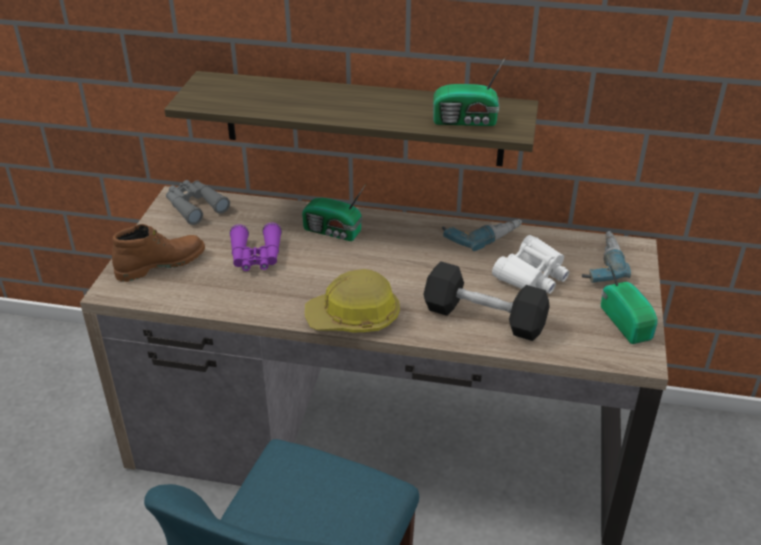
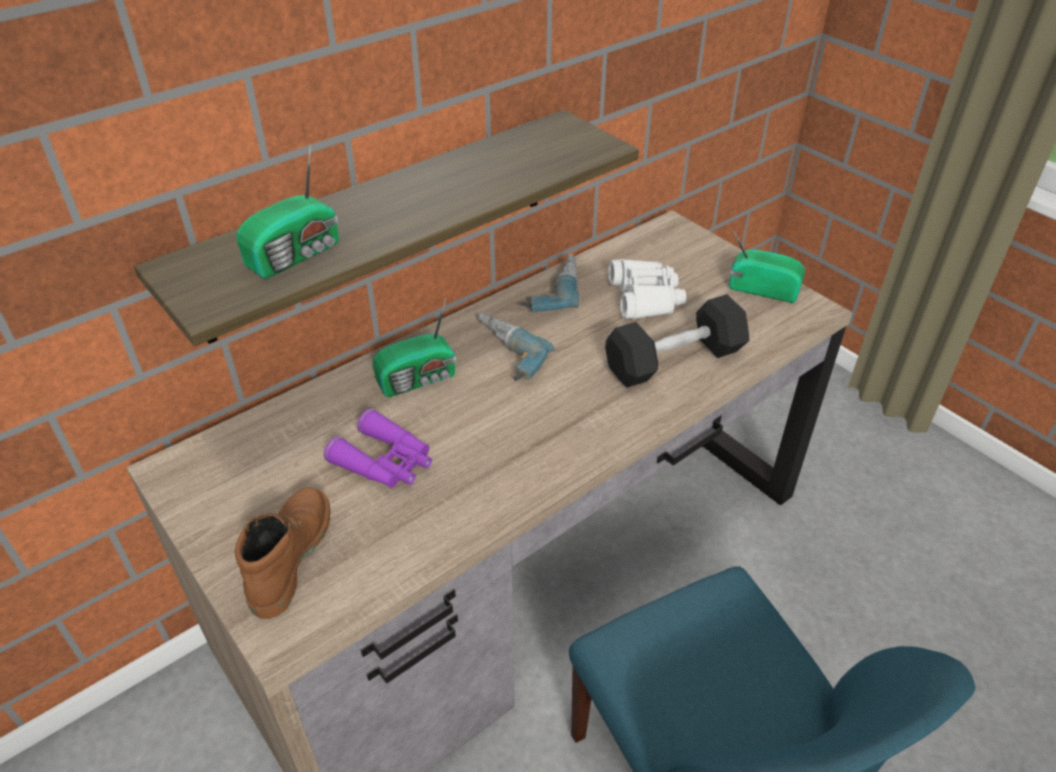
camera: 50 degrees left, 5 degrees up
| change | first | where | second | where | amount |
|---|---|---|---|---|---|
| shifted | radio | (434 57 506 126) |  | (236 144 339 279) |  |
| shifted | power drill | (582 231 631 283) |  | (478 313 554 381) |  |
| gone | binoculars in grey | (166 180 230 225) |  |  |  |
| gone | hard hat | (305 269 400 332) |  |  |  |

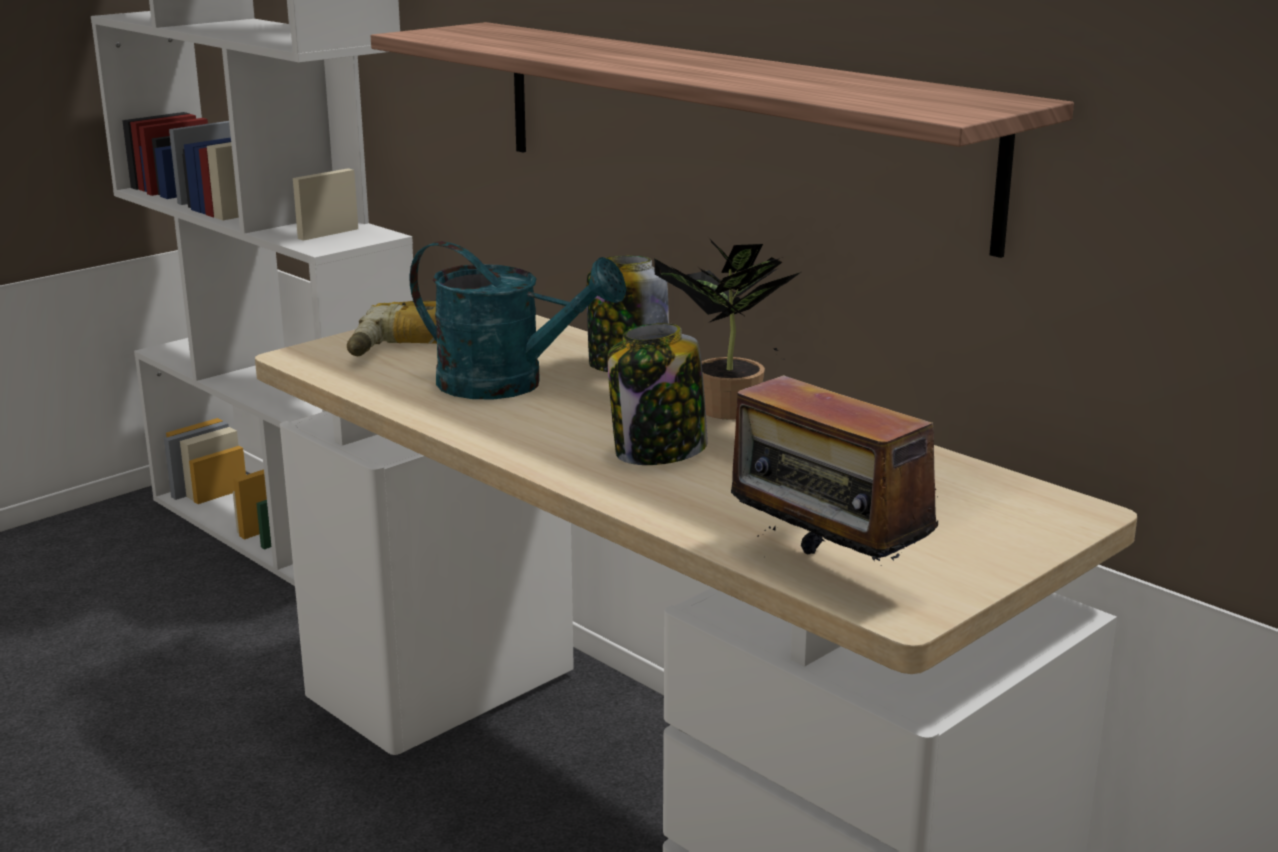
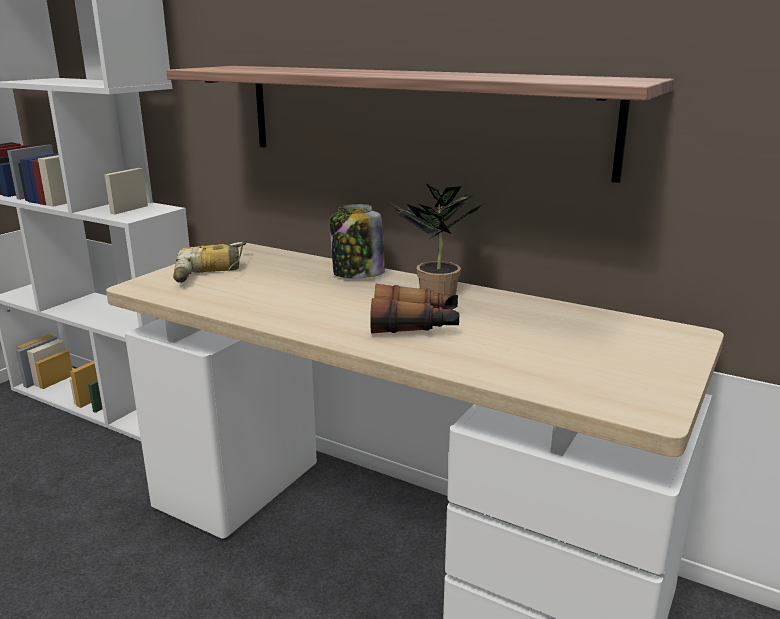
camera: 15 degrees left, 0 degrees up
| change | first | where | second | where | amount |
|---|---|---|---|---|---|
| swapped | jar | (607 323 708 465) | binoculars | (370 284 459 334) |  |
| gone | watering can in turquoise | (410 241 627 399) |  |  |  |
| gone | radio | (731 348 938 566) |  |  |  |

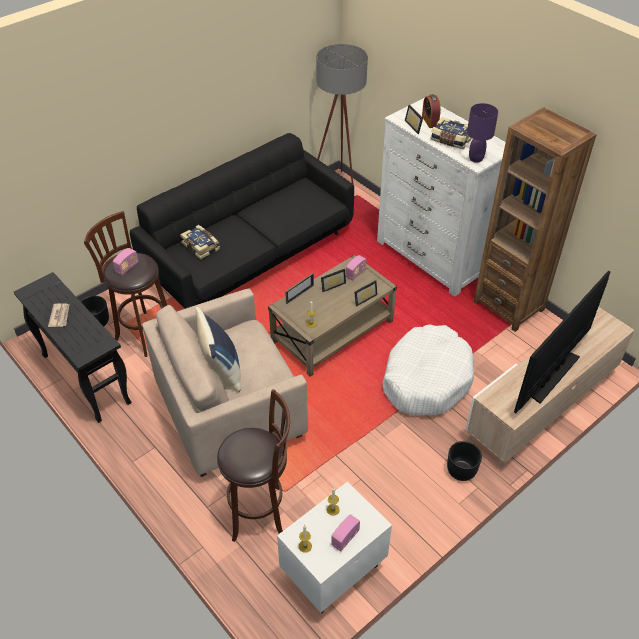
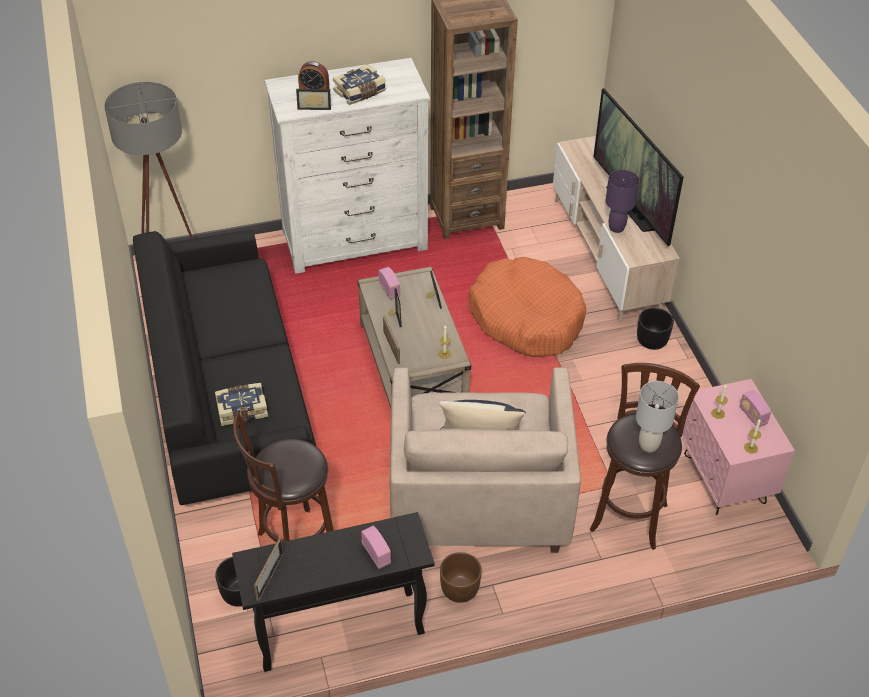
camera: 65 degrees left, 0 degrees up
| change | first | where | second | where | amount |
|---|---|---|---|---|---|
| new |  |  | picture frame | (254 538 284 601) |  |
| shifted | radio | (113 248 138 275) |  | (361 526 391 569) |  |
| new |  |  | planter in brown | (440 552 482 603) |  |
| repainted | dog bed in white | (382 325 474 415) | dog bed in orange | (469 257 586 357) |  |
| shifted | table lamp in purple | (467 103 498 163) |  | (605 170 640 233) |  |
| new |  |  | table lamp in grey | (636 381 679 452) |  |
| repainted | nightstand in white | (277 481 392 613) | nightstand in pink | (681 379 795 515) |  |
| gone | newspaper | (48 303 69 327) |  |  |  |

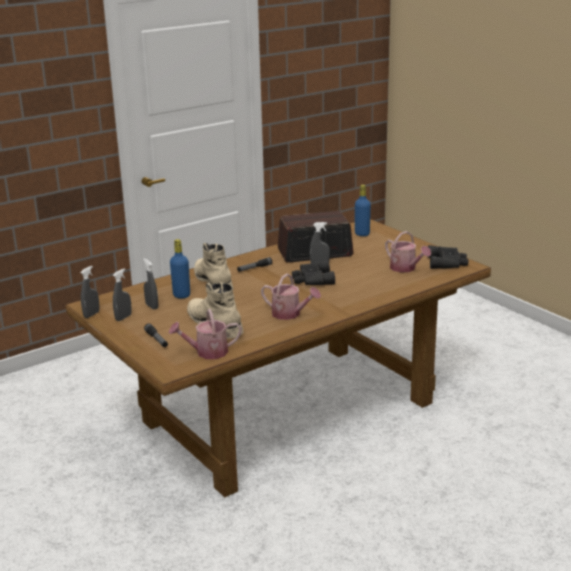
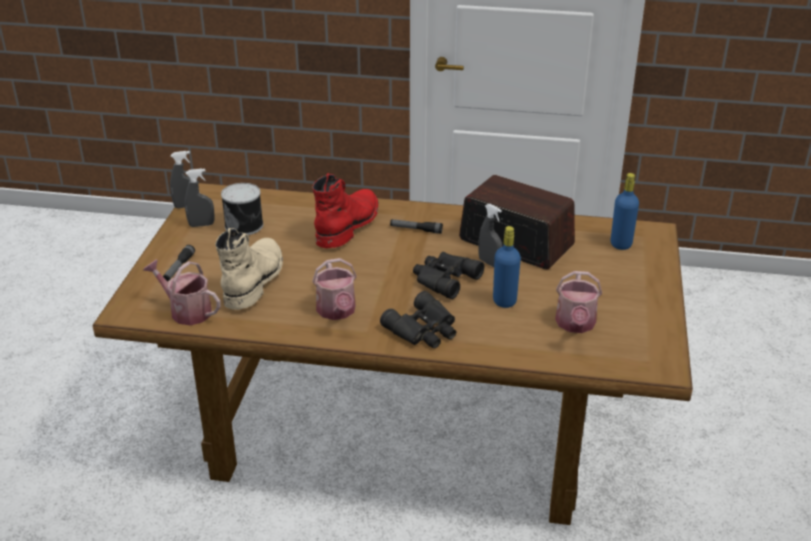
camera: 45 degrees right, 10 degrees up
| change | first | where | second | where | amount |
|---|---|---|---|---|---|
| swapped | spray bottle in grey | (143 258 158 310) | can | (221 183 263 235) |  |
| repainted | boot in beige | (194 243 233 287) | boot in red | (312 173 378 248) |  |
| shifted | binoculars in black | (428 245 468 269) |  | (380 291 456 348) |  |
| shifted | bottle in blue | (170 239 190 298) |  | (493 226 521 308) |  |

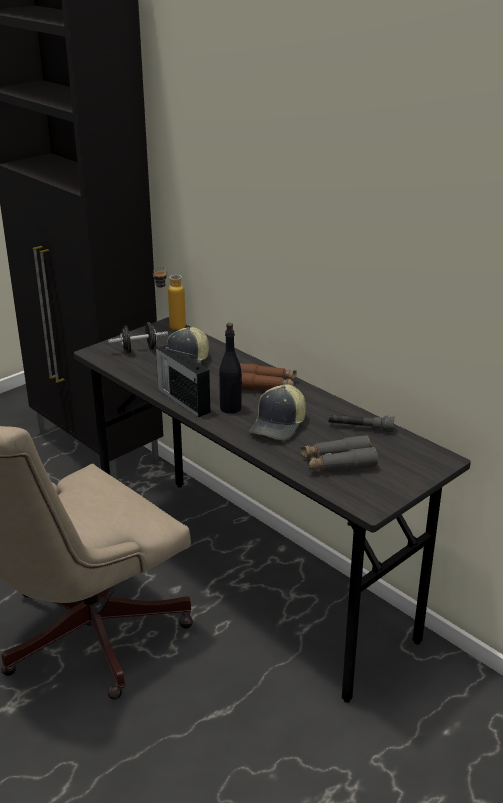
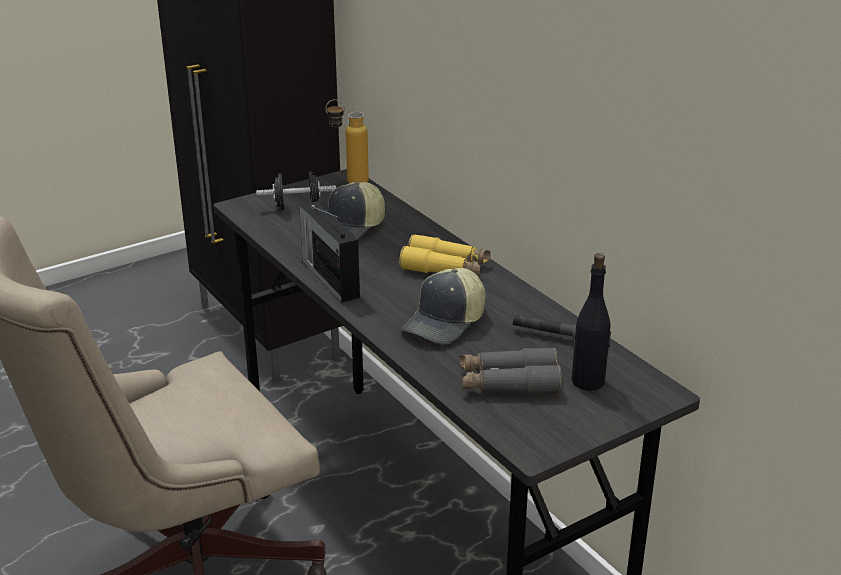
camera: 10 degrees right, 0 degrees up
| change | first | where | second | where | amount |
|---|---|---|---|---|---|
| repainted | binoculars in brown | (240 363 297 390) | binoculars in yellow | (399 234 491 276) |  |
| shifted | bottle in black | (219 323 242 414) |  | (572 253 611 391) |  |

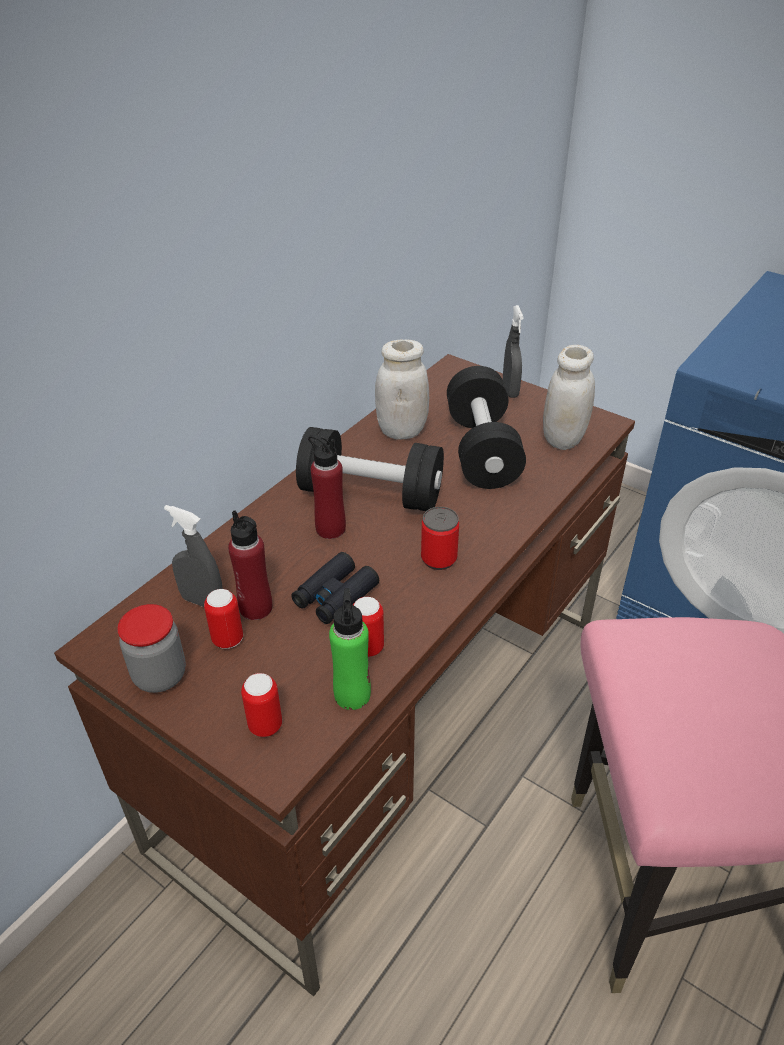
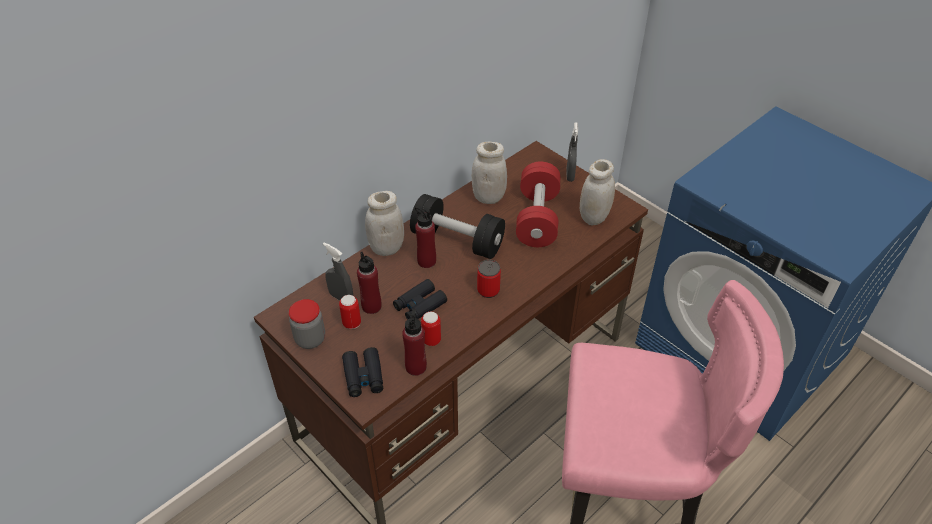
camera: 10 degrees right, 5 degrees up
| change | first | where | second | where | amount |
|---|---|---|---|---|---|
| swapped | can | (241 673 282 737) | binoculars in black | (342 347 383 397) |  |
| new |  |  | jar in white | (365 191 404 256) |  |
| repainted | bottle in green | (329 588 371 710) | bottle in red | (402 309 427 376) |  |
| repainted | dumbbell in black | (447 366 526 489) | dumbbell in red | (516 162 560 247) |  |

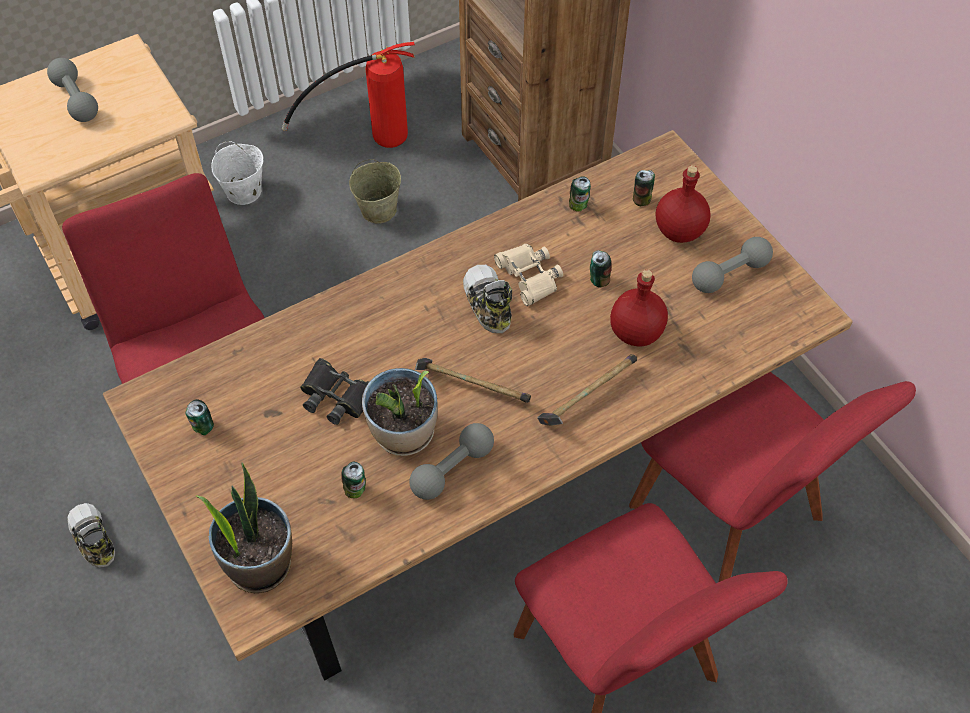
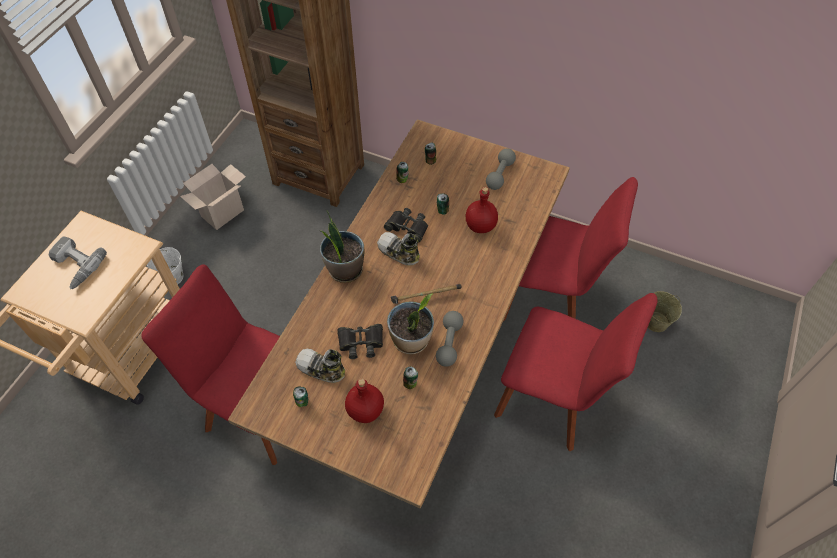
camera: 35 degrees left, 0 degrees up
| change | first | where | second | where | amount |
|---|---|---|---|---|---|
| swapped | dumbbell in grey | (47 58 98 122) | power drill | (49 236 107 289) |  |
| swapped | fire extinguisher | (282 42 415 148) | cardboard box | (180 164 246 230) |  |
| shifted | shoe | (67 503 115 568) |  | (295 349 345 383) |  |
| shifted | potted plant | (196 463 292 593) |  | (320 210 364 283) |  |
| shifted | bottle in red | (656 165 711 243) |  | (345 378 384 423) |  |
| repainted | binoculars in beige | (494 244 563 306) | binoculars in black | (384 208 428 243) |  |
| shifted | bucket in beige | (349 159 401 224) |  | (648 291 682 332) |  |
| gone | hammer | (537 354 637 426) |  |  |  |

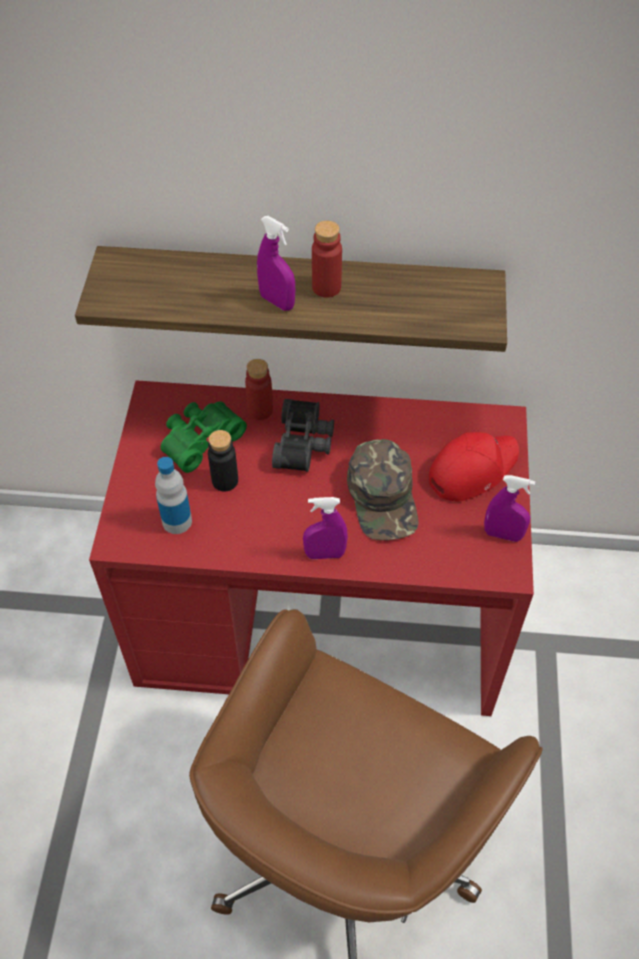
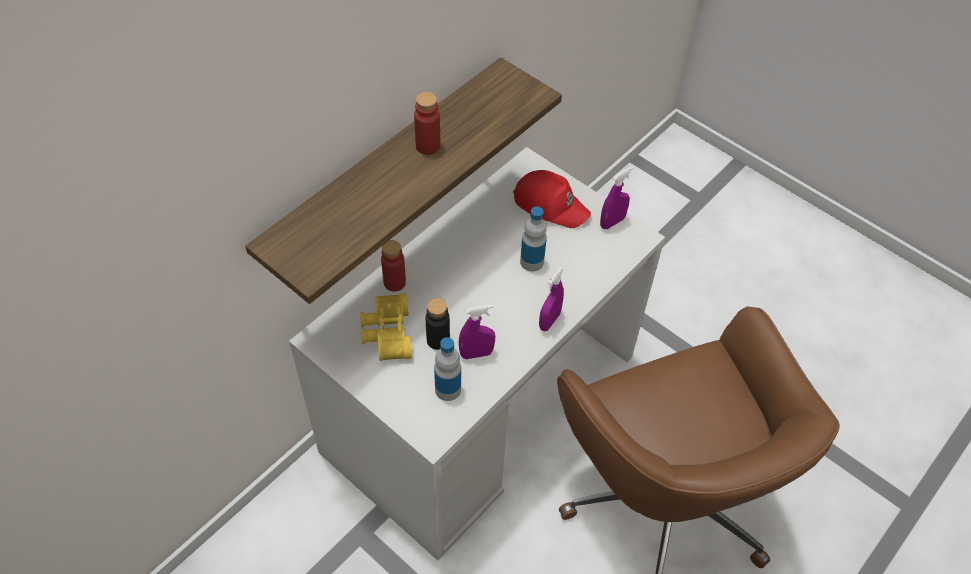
camera: 55 degrees left, 0 degrees up
| change | first | where | second | where | amount |
|---|---|---|---|---|---|
| repainted | desk in red | (89 380 534 716) | desk in white | (289 147 665 561) |  |
| repainted | binoculars in green | (161 401 247 473) | binoculars in yellow | (360 294 412 361) |  |
| shifted | spray bottle in purple | (257 216 295 311) |  | (459 304 495 359) |  |
| rotated | cap in red | (429 432 519 501) |  | (513 170 591 228) | 120 degrees clockwise |
| swapped | cap in green | (347 439 419 540) | bottle | (520 206 547 271) |  |
| gone | binoculars in black | (272 399 334 472) |  |  |  |

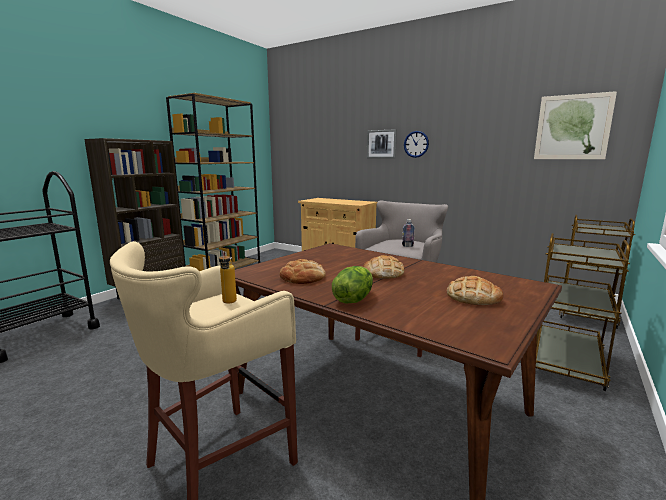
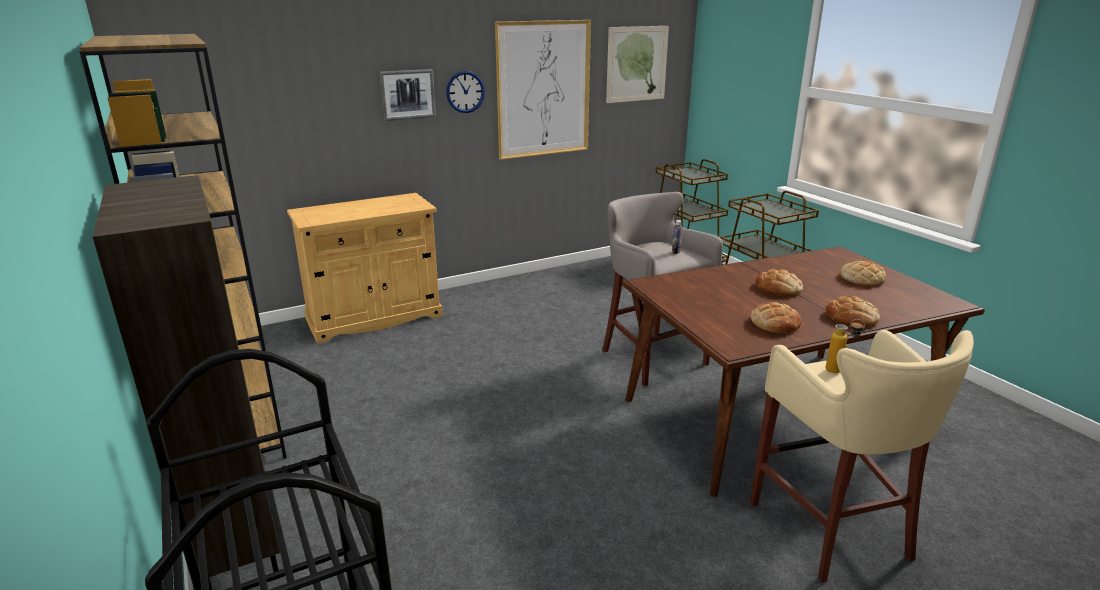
camera: 60 degrees left, 10 degrees up
| change | first | where | second | where | amount |
|---|---|---|---|---|---|
| new |  |  | picture | (495 20 591 160) |  |
| swapped | lettuce | (332 266 373 304) | bread | (825 296 880 327) |  |

